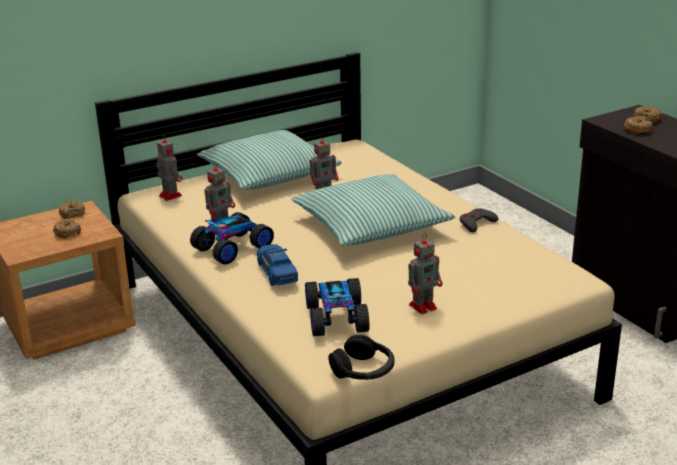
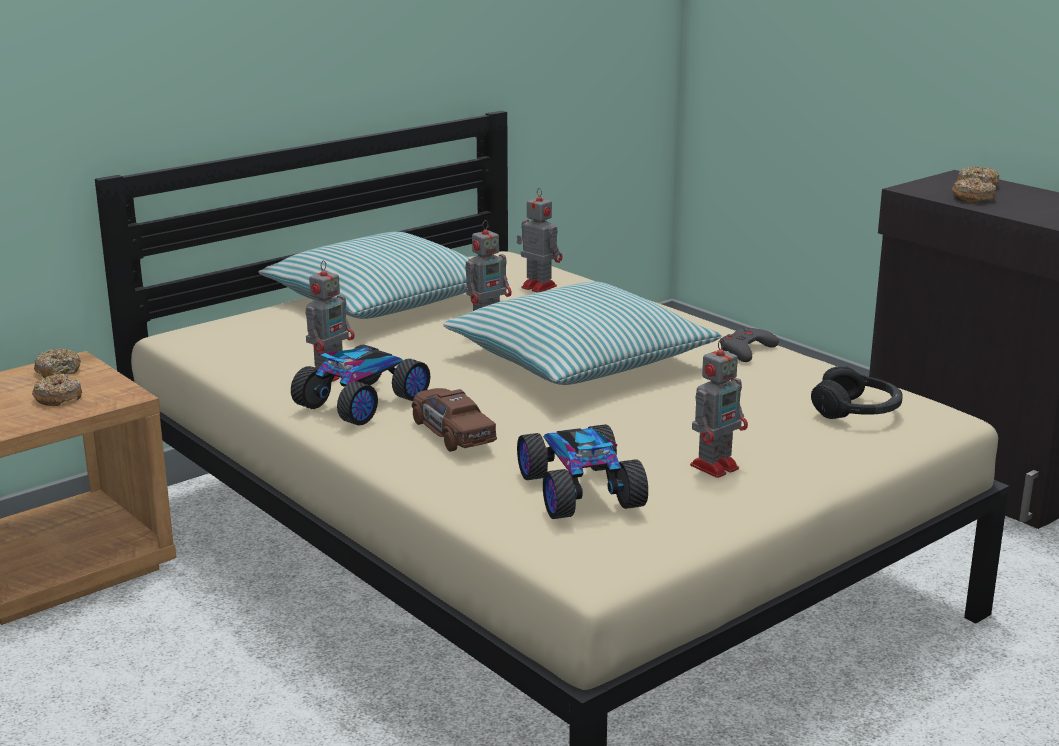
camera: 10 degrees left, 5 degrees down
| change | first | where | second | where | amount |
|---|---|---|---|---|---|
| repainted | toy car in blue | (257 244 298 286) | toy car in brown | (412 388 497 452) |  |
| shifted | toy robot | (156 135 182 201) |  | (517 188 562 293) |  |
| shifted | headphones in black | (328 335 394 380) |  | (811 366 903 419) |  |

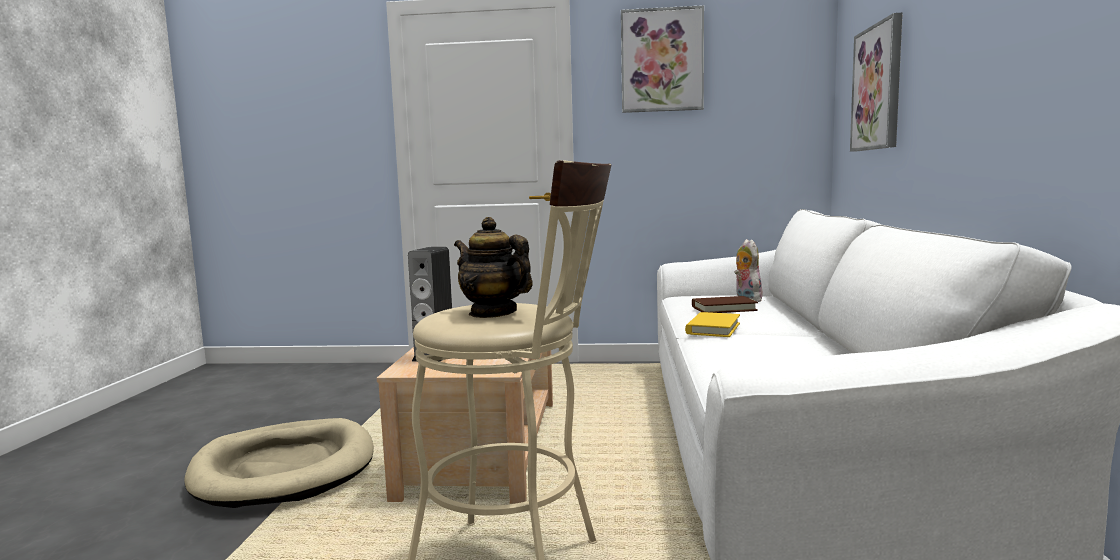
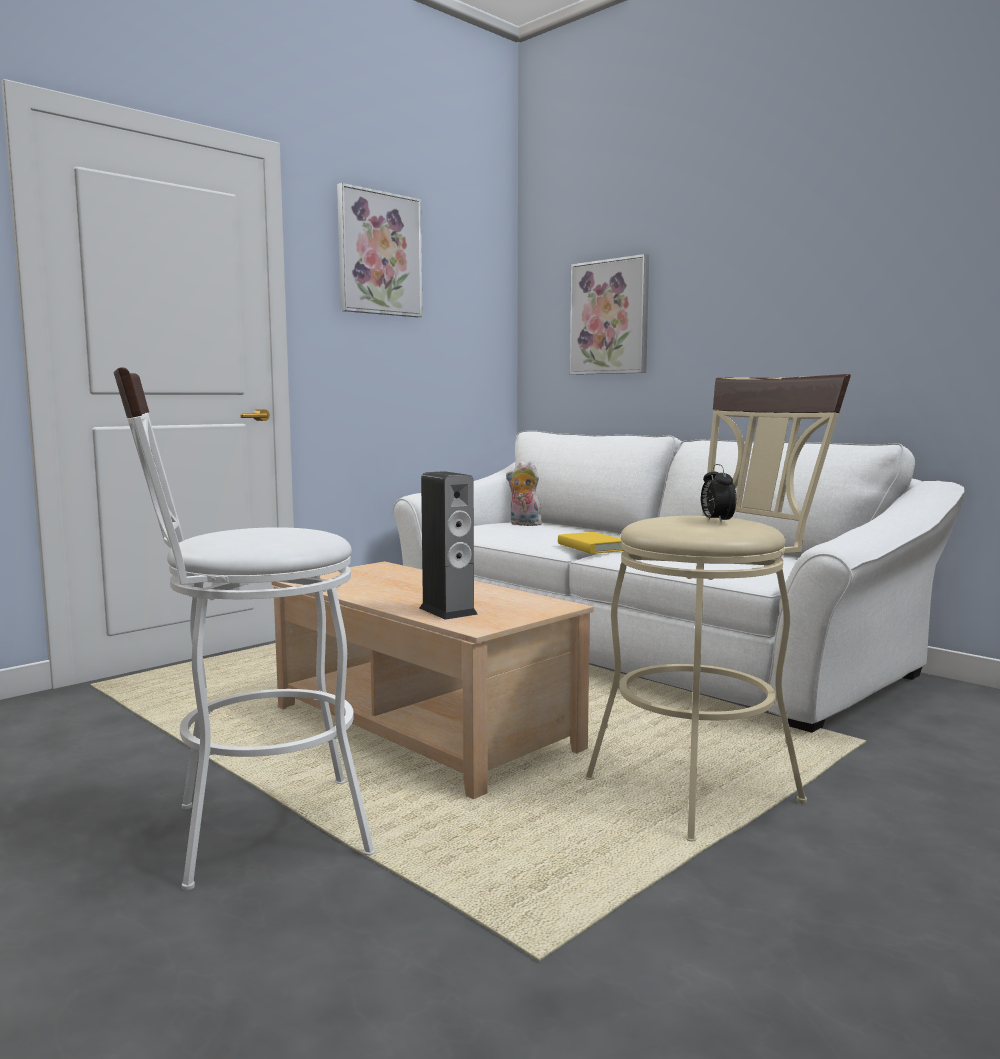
camera: 50 degrees left, 0 degrees up
| change | first | where | second | where | amount |
|---|---|---|---|---|---|
| swapped | dog bed in beige | (184 418 374 508) | stool in white | (114 367 375 891) |  |
| swapped | teapot | (454 217 533 318) | alarm clock | (701 464 736 523) |  |
| gone | book in brown | (692 296 758 313) |  |  |  |

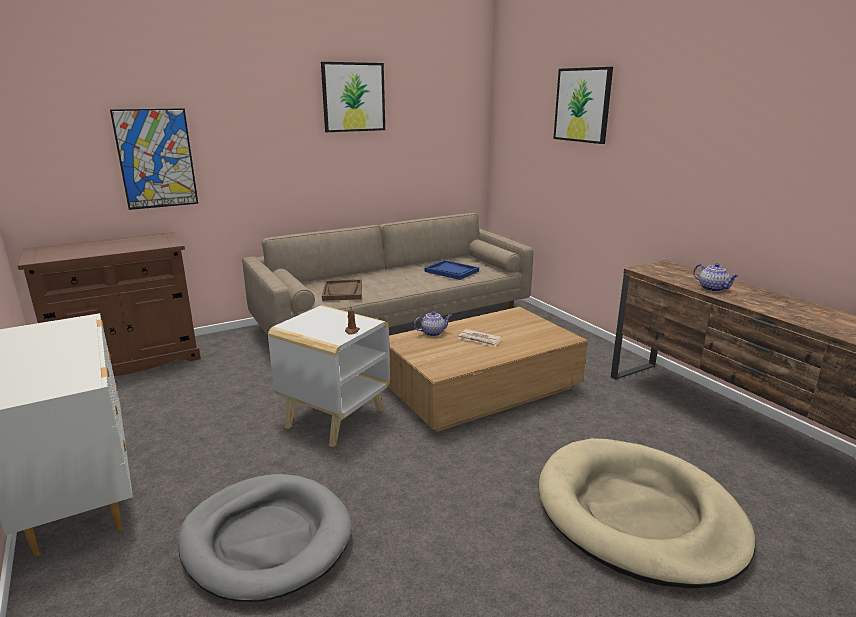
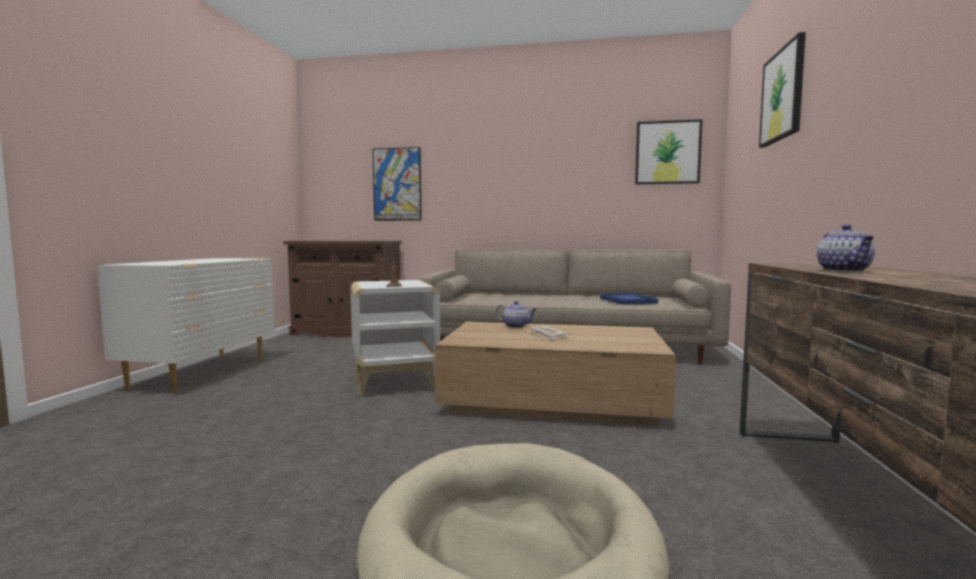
camera: 40 degrees right, 15 degrees down
| change | first | where | second | where | amount |
|---|---|---|---|---|---|
| shifted | picture | (321 62 385 132) |  | (635 119 702 184) |  |
| gone | dog bed in grey | (178 474 352 602) |  |  |  |
| gone | tray in brown | (322 279 362 301) |  |  |  |

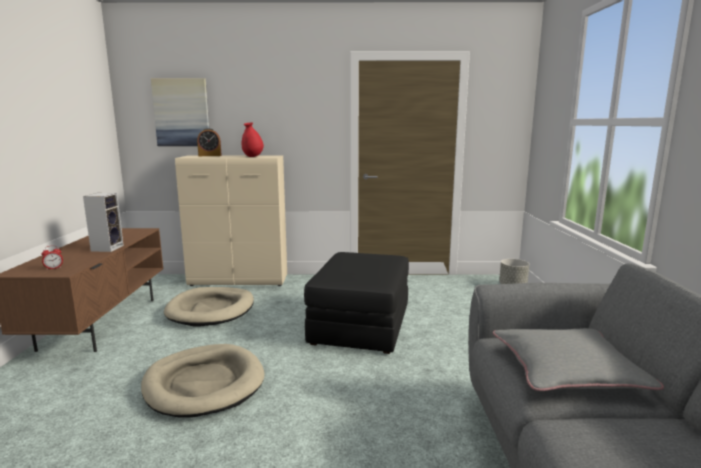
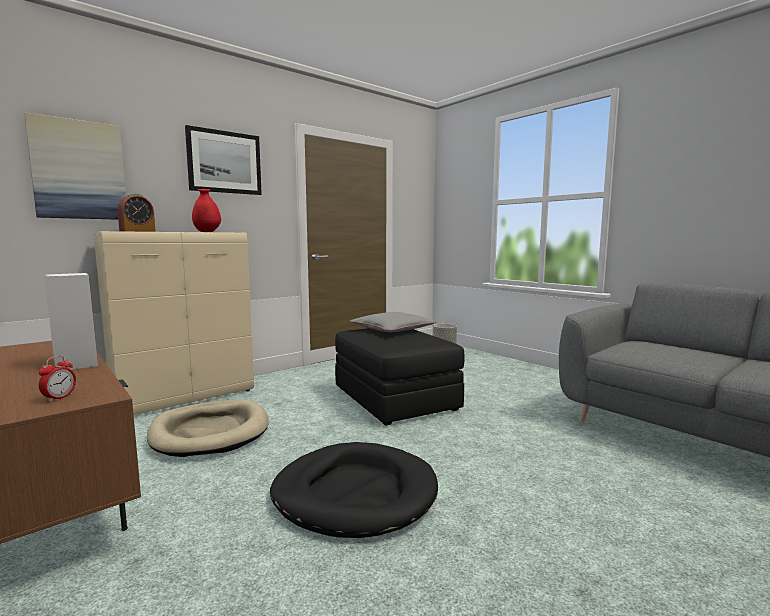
camera: 40 degrees left, 5 degrees down
| change | first | where | second | where | amount |
|---|---|---|---|---|---|
| new |  |  | picture | (185 125 262 195) |  |
| repainted | dog bed in beige | (141 344 264 417) | dog bed in black | (270 442 438 538) |  |
| shifted | pillow in grey | (493 328 664 391) |  | (350 312 437 332) |  |

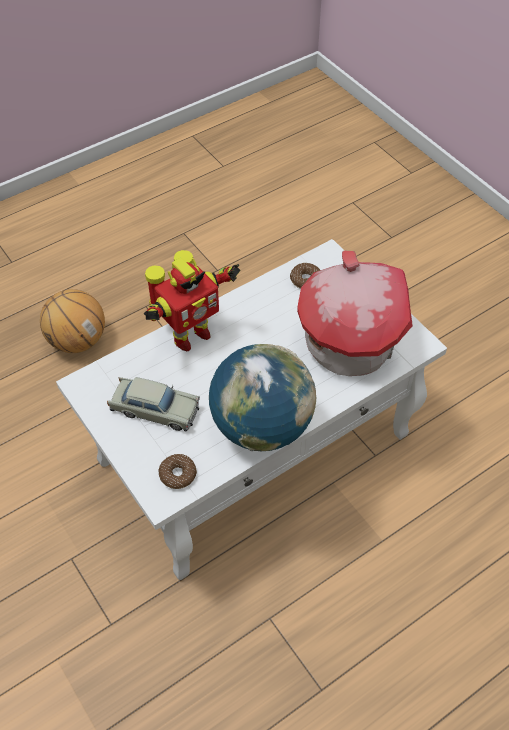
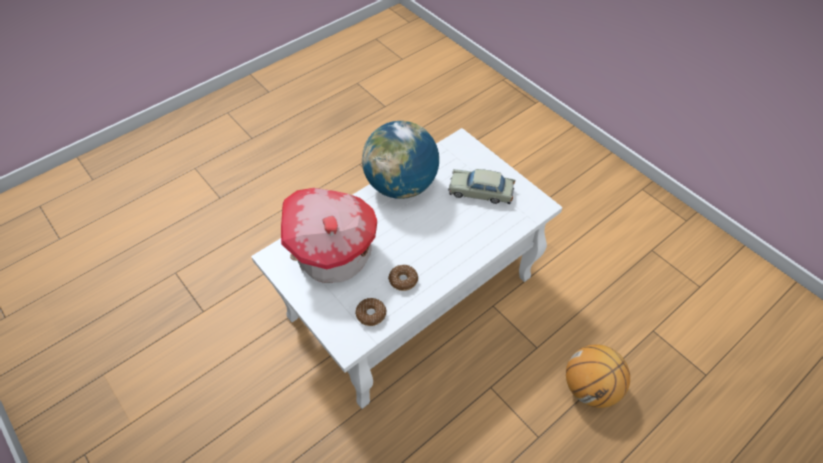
camera: 175 degrees right, 0 degrees up
| change | first | where | second | where | amount |
|---|---|---|---|---|---|
| shifted | donut | (158 454 197 489) |  | (388 265 418 291) |  |
| gone | toy robot | (144 250 241 351) |  |  |  |

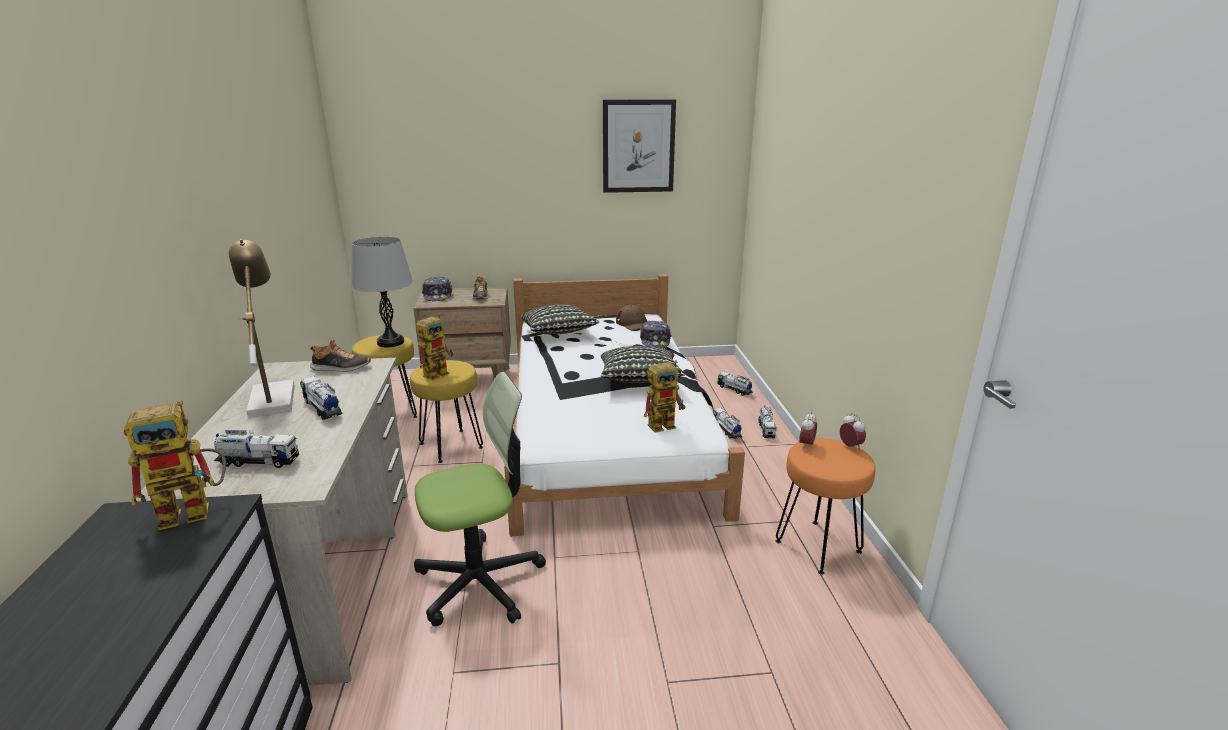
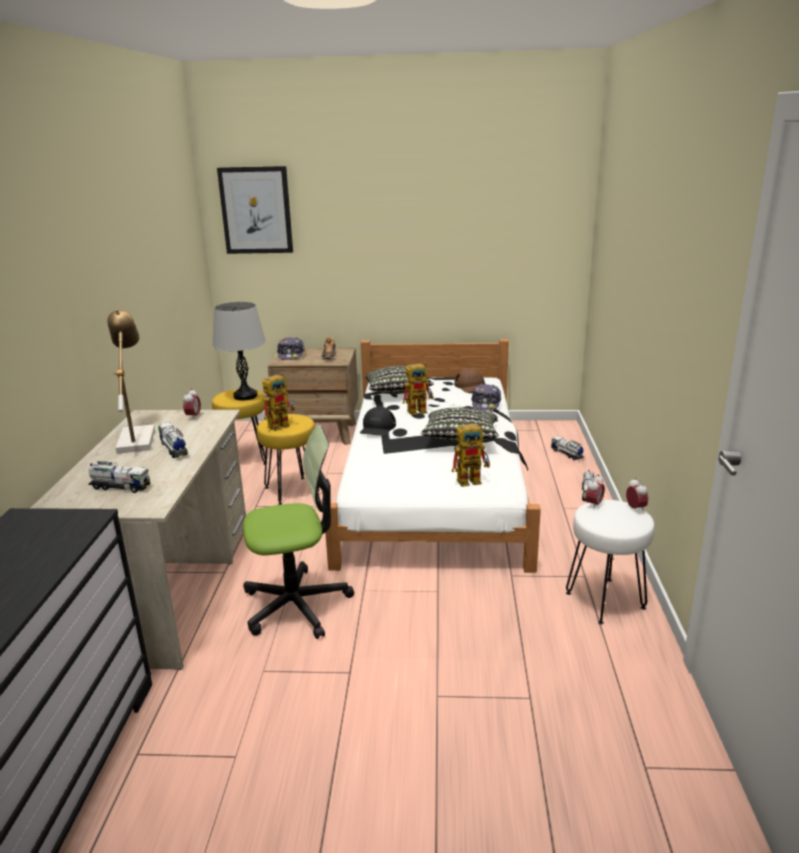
camera: 10 degrees right, 0 degrees up
| change | first | where | second | where | amount |
|---|---|---|---|---|---|
| swapped | shoe | (310 340 371 372) | alarm clock | (183 388 201 418) |  |
| shifted | picture | (603 100 676 193) |  | (217 166 293 254) |  |
| new |  |  | cap in black | (360 407 396 436) |  |
| shifted | toy robot | (124 400 226 530) |  | (403 362 434 415) |  |
| repainted | stool in orange | (775 438 875 575) | stool in white | (566 500 655 625) |  |
| gone | toy truck | (713 408 742 439) |  |  |  |

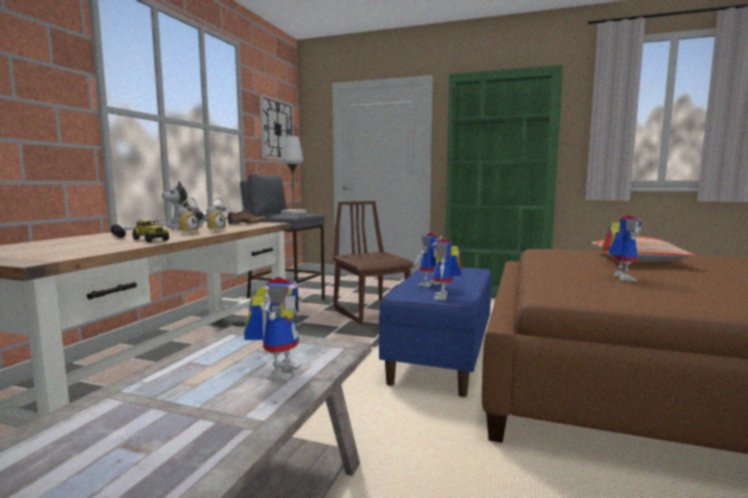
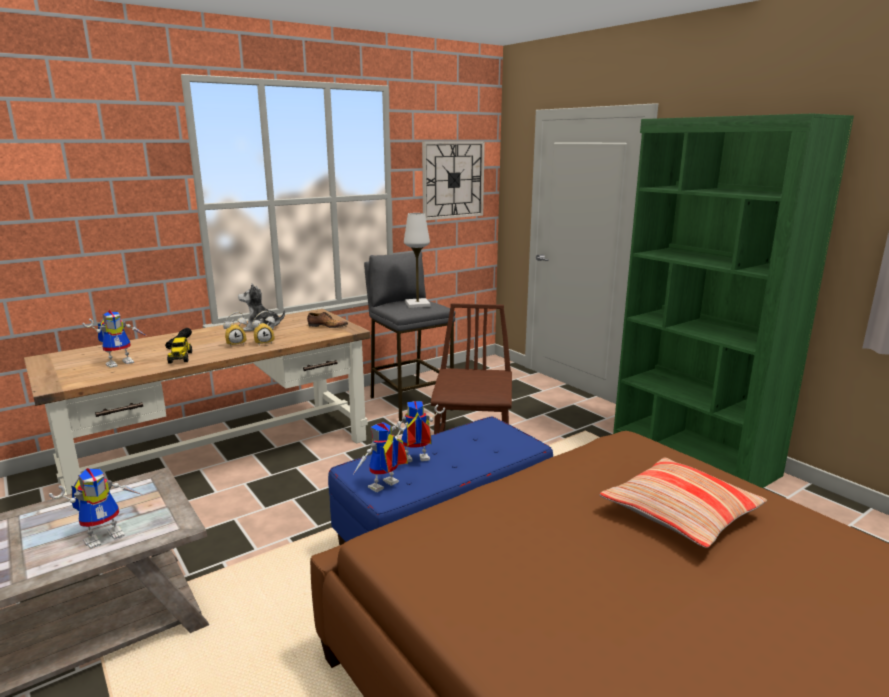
camera: 35 degrees right, 10 degrees up
| change | first | where | second | where | amount |
|---|---|---|---|---|---|
| shifted | toy robot | (601 215 642 281) |  | (83 310 148 368) |  |

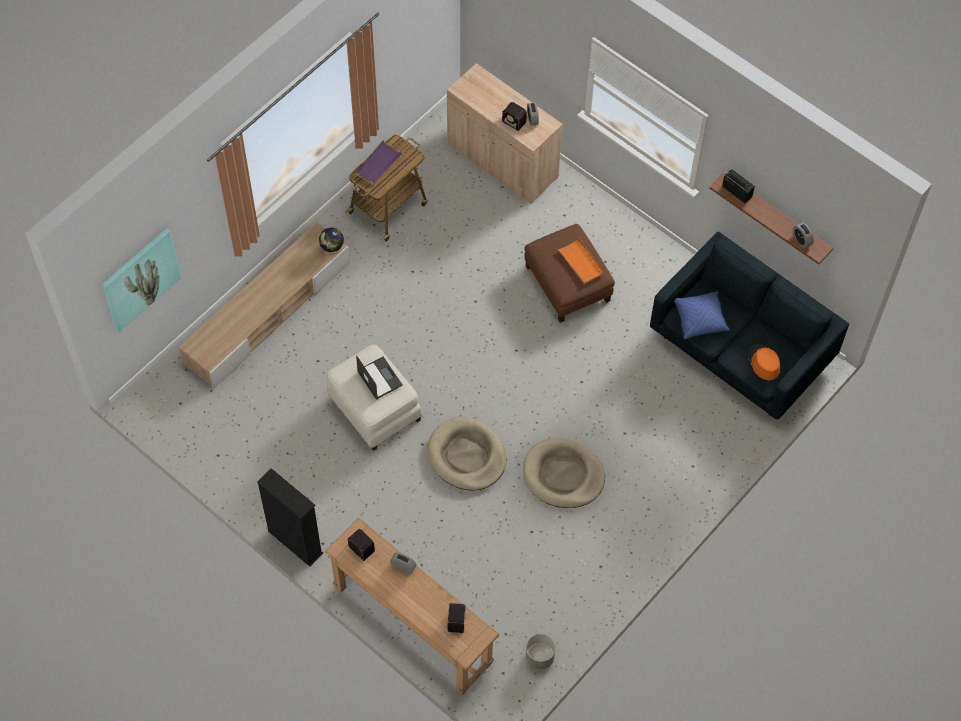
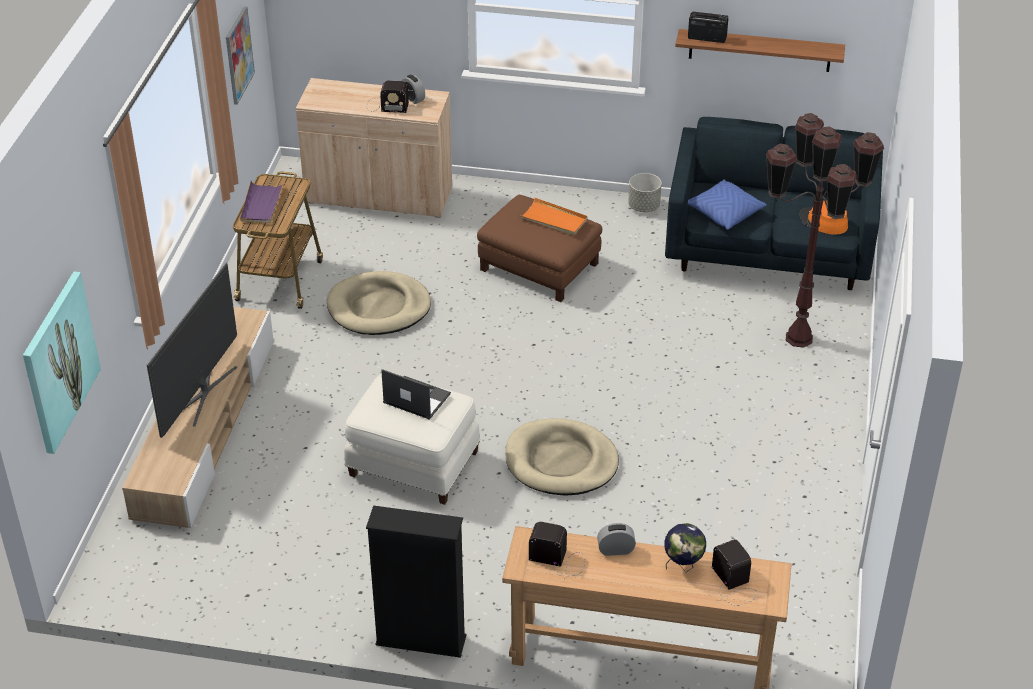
camera: 30 degrees left, 20 degrees down
| change | first | where | second | where | amount |
|---|---|---|---|---|---|
| new |  |  | television | (147 263 237 438) |  |
| new |  |  | picture | (226 7 255 105) |  |
| shifted | dog bed in beige | (523 438 605 508) |  | (327 271 431 335) |  |
| shifted | planter in grey | (526 634 556 669) |  | (628 173 662 212) |  |
| shifted | globe | (319 227 344 255) |  | (664 523 706 572) |  |
| new |  |  | floor lamp in brown | (766 113 884 348) |  |
| gone | alarm clock | (793 223 814 248) |  |  |  |

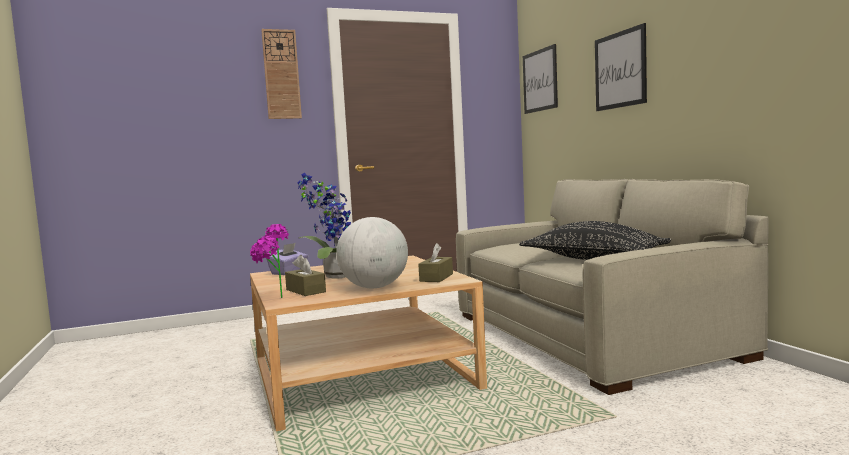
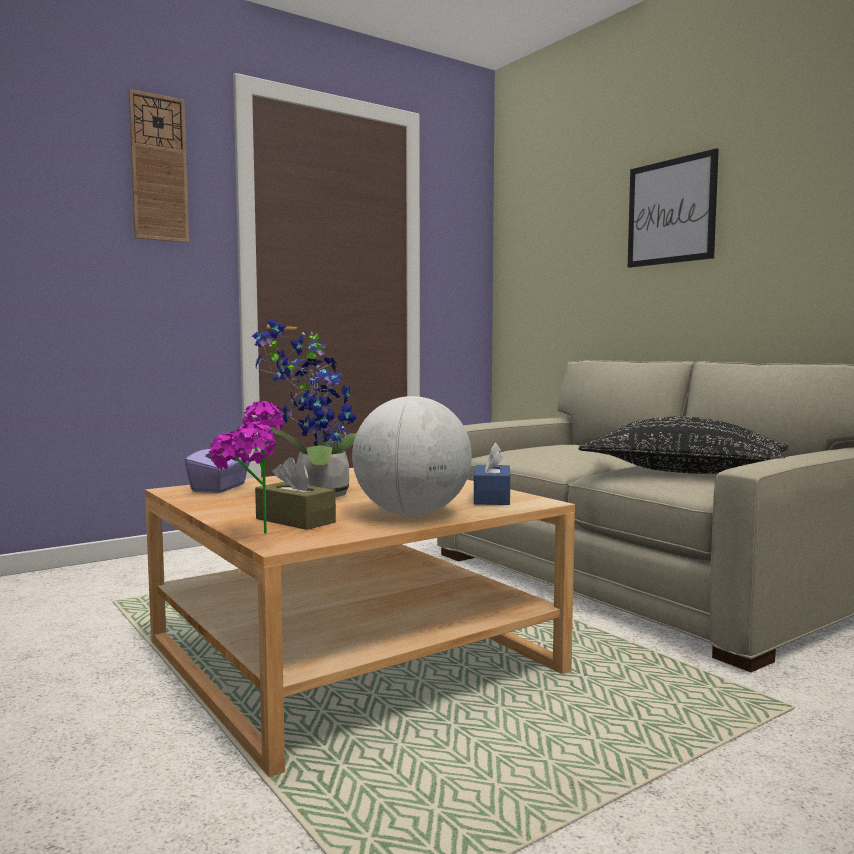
camera: 15 degrees left, 0 degrees up
| change | first | where | second | where | amount |
|---|---|---|---|---|---|
| repainted | tissue box in brown | (418 243 453 282) | tissue box in blue | (474 443 510 505) |  |
| gone | picture | (523 44 558 114) |  |  |  |

